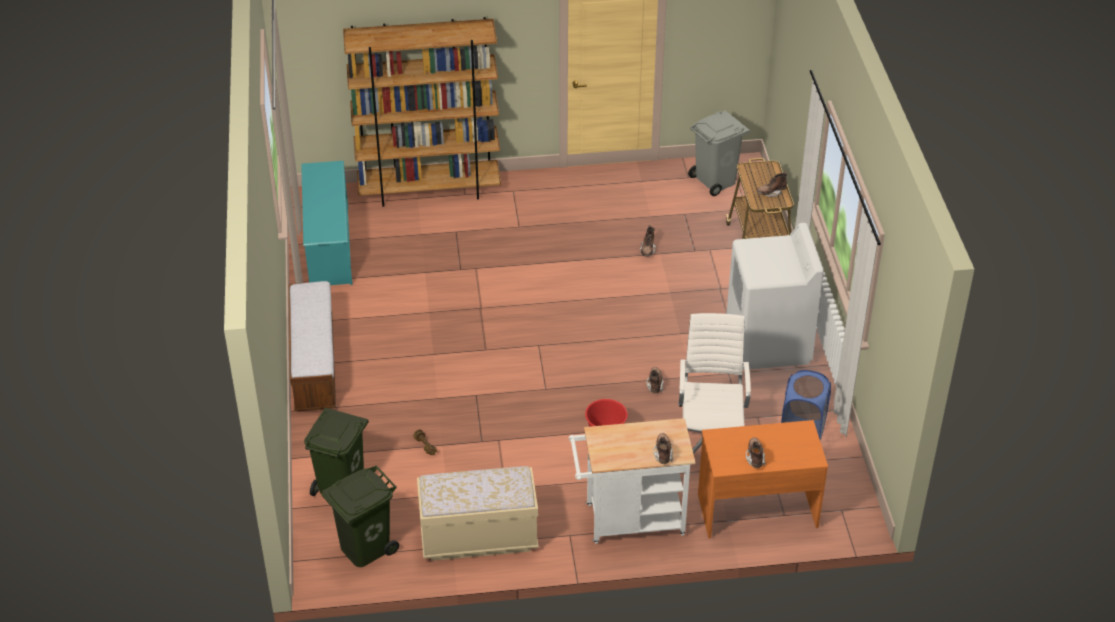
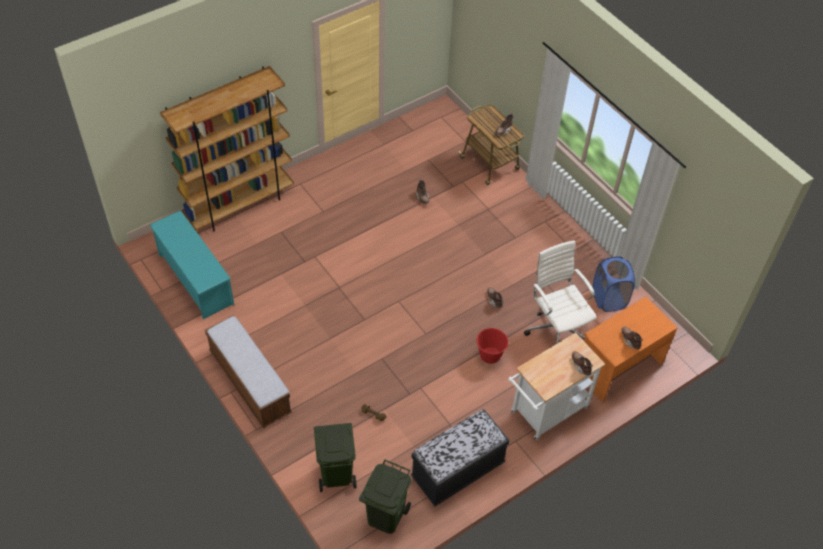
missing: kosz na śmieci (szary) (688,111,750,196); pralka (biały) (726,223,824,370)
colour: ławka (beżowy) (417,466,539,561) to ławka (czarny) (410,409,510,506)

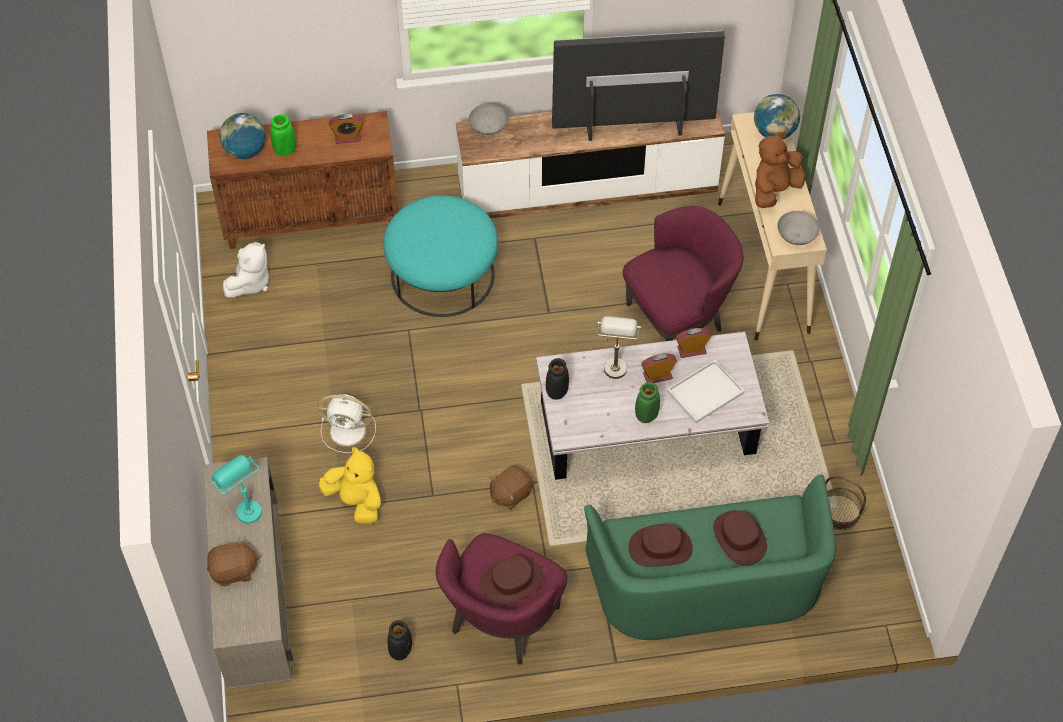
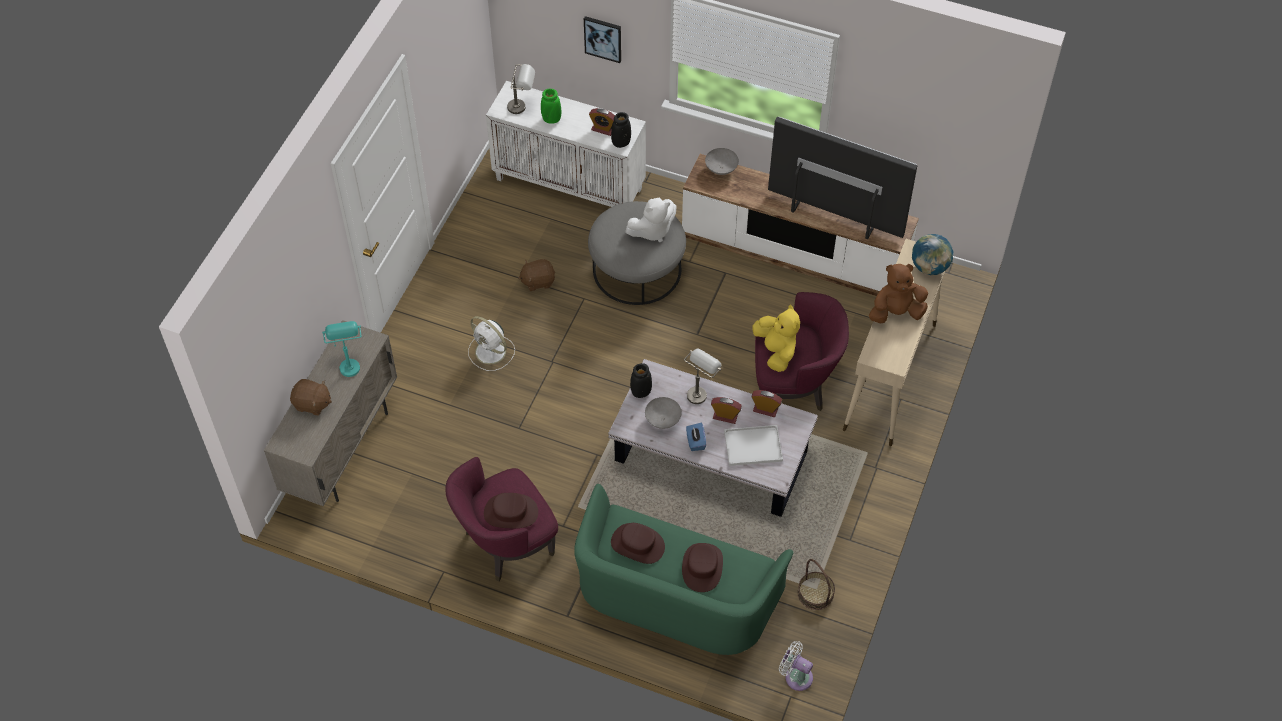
appeared: obraz (584,16,621,63); wentylator (biały) (779,641,813,691)
relocated: pluszak (biały) (223,242,269,298) to (625,198,676,242); pluszak (żółty) (319,447,381,524) to (752,304,800,372); wazon (czarny) (388,620,412,660) to (611,112,631,148); pluszak (brązowy) (489,465,533,510) to (518,259,555,291); miska (szary) (778,211,820,245) to (645,397,682,429)
exchanged: globus (219,113,266,159) to lampa stołowa (szary) (507,64,535,114); wazon (zielony) (635,382,660,423) to pudełko chusteczek (niebieski) (686,423,706,451)
colour: szafka (brązowy) (207,111,398,249) to szafka (biały) (486,81,646,207); pufa (turkusowy) (383,196,498,317) to pufa (szary) (588,201,686,305)

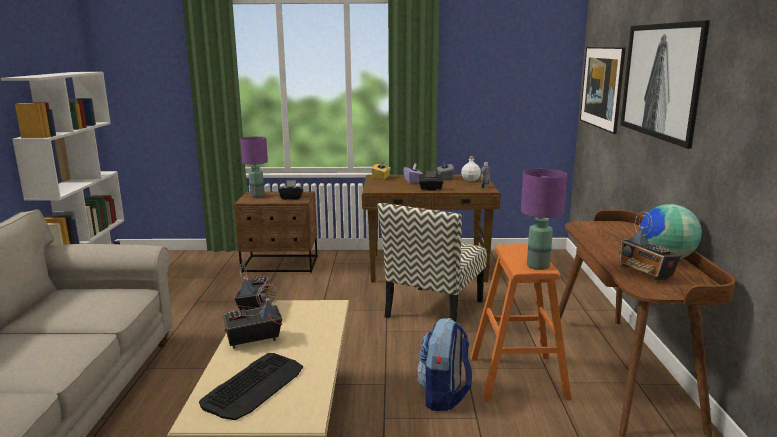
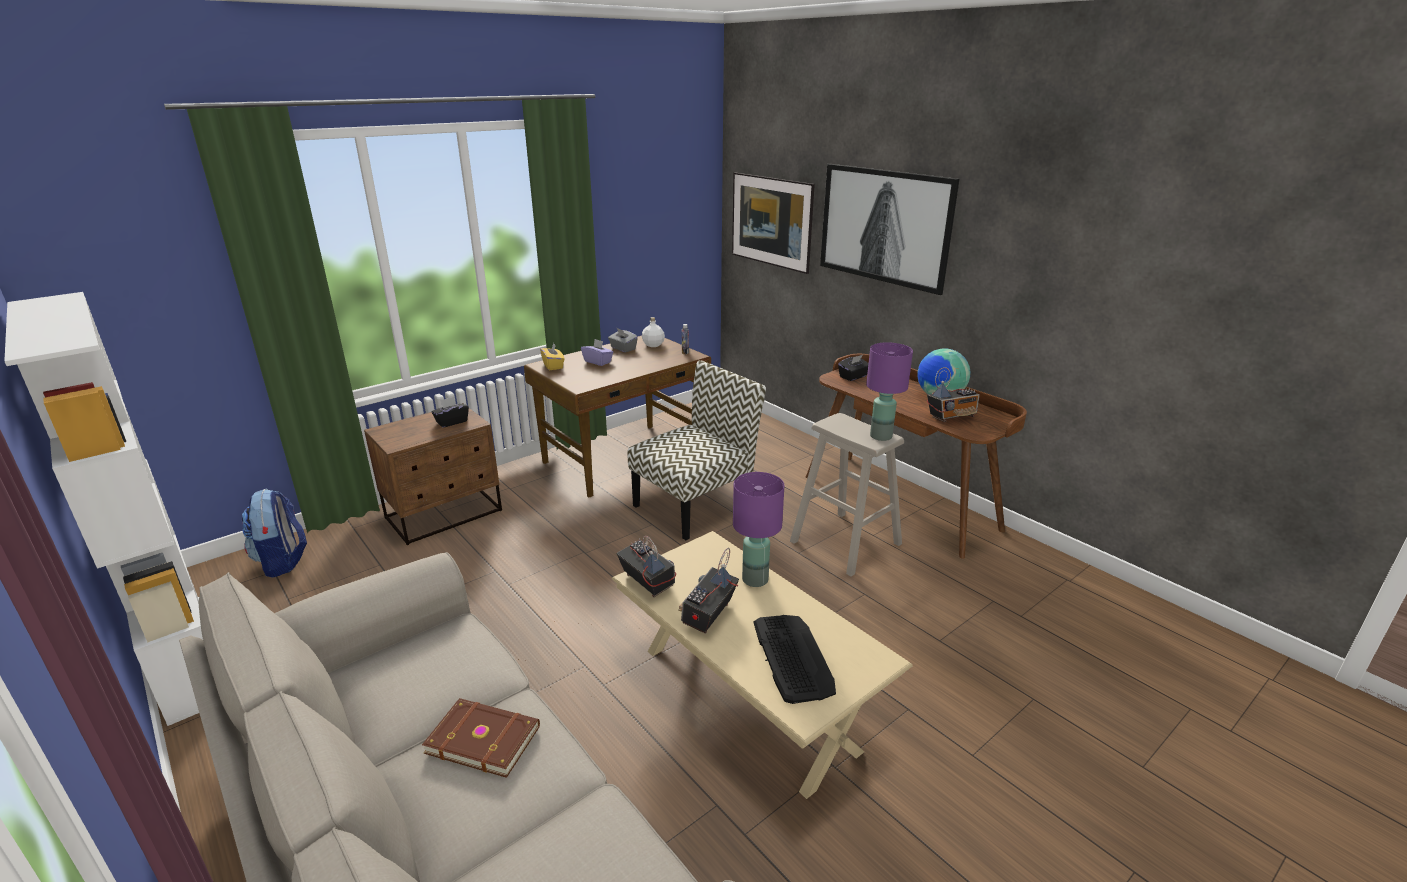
appeared: książka (brązowy) (422,698,540,778)
relocated: lampa stołowa (fioletowy) (240,137,268,197) to (733,472,784,587); plecak (416,318,472,411) to (242,488,307,578); pudełko chusteczek (czarny) (418,171,443,191) to (838,355,869,381)
colour: stołek (pomarańczowy) (470,244,571,402) to stołek (beżowy) (790,413,904,577)
spun: krzesło (377,203,487,322) = (627,360,766,540) 120 degrees counterclockwise; radio (619,211,681,280) = (927,367,980,422) 45 degrees counterclockwise

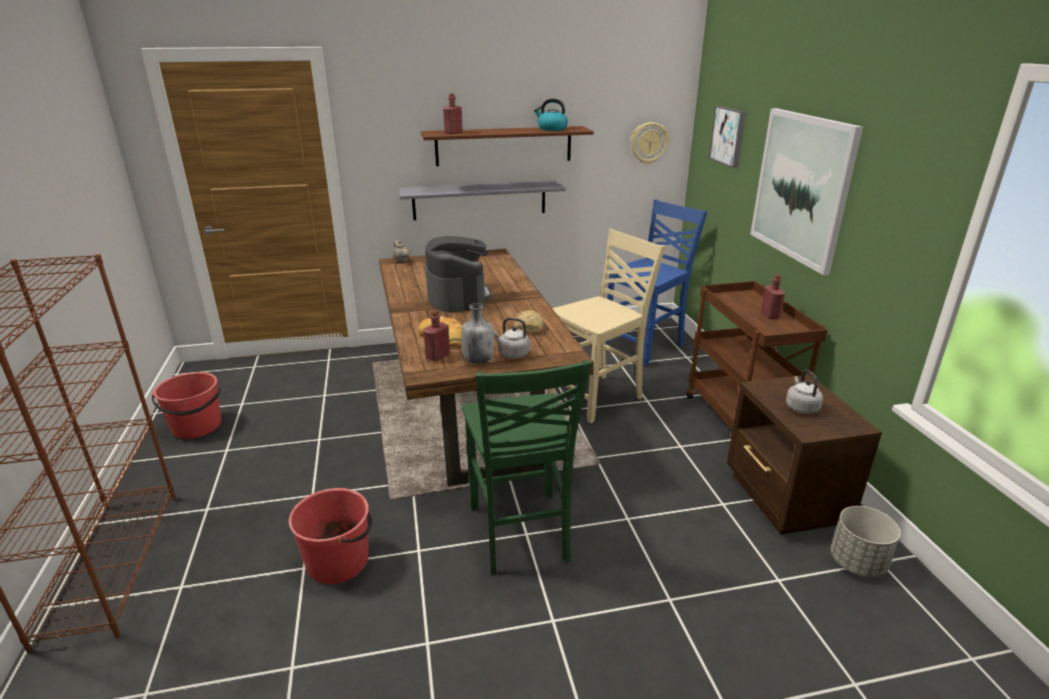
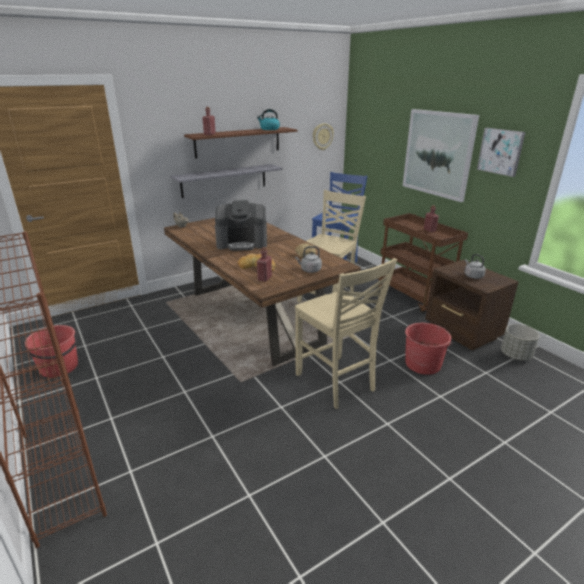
missing: butelka (szary) (461,303,494,364)
relocated: wiadro (czerwony) (289,488,372,584) to (405,323,453,375); obraz (709,106,746,168) to (477,128,525,177)
colour: krzesło (zielony) (462,360,591,575) to krzesło (beżowy) (295,258,397,409)
spun: ekspres do kawy (425,236,491,312) = (215,200,267,251) 120 degrees clockwise

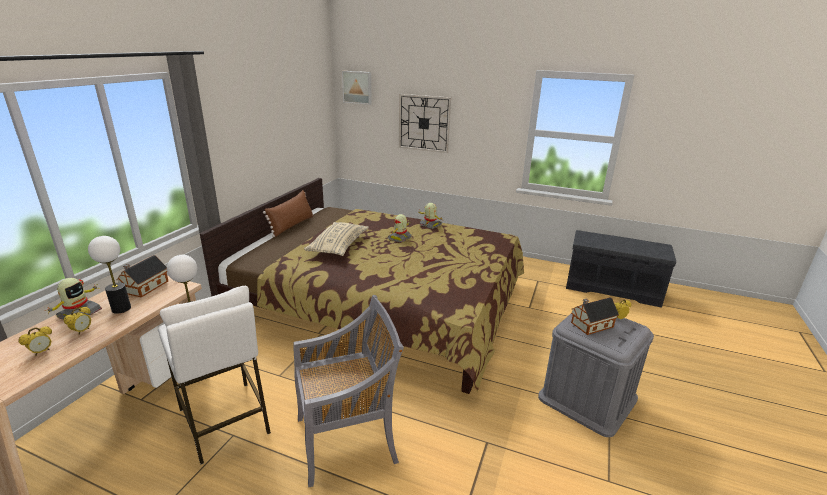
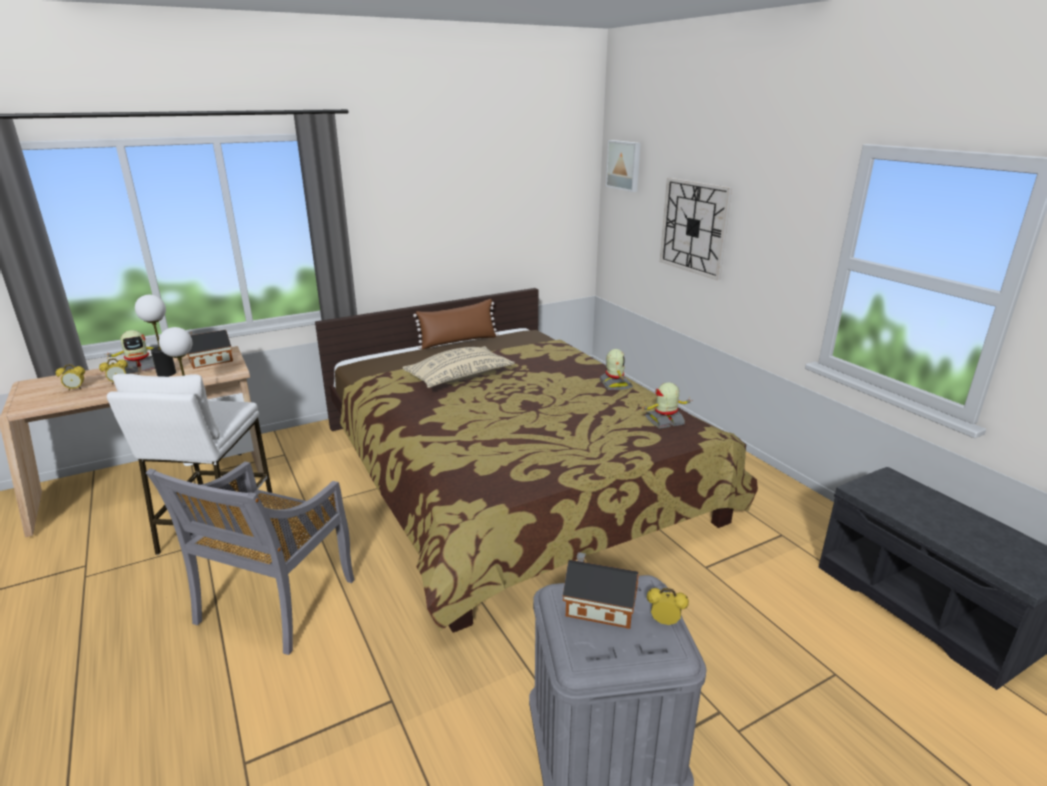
relocated: robot zabawkowy (387,214,412,243) to (642,382,693,429)
spun: krzesło (szary) (293,295,404,487) = (146,462,355,655) 90 degrees clockwise

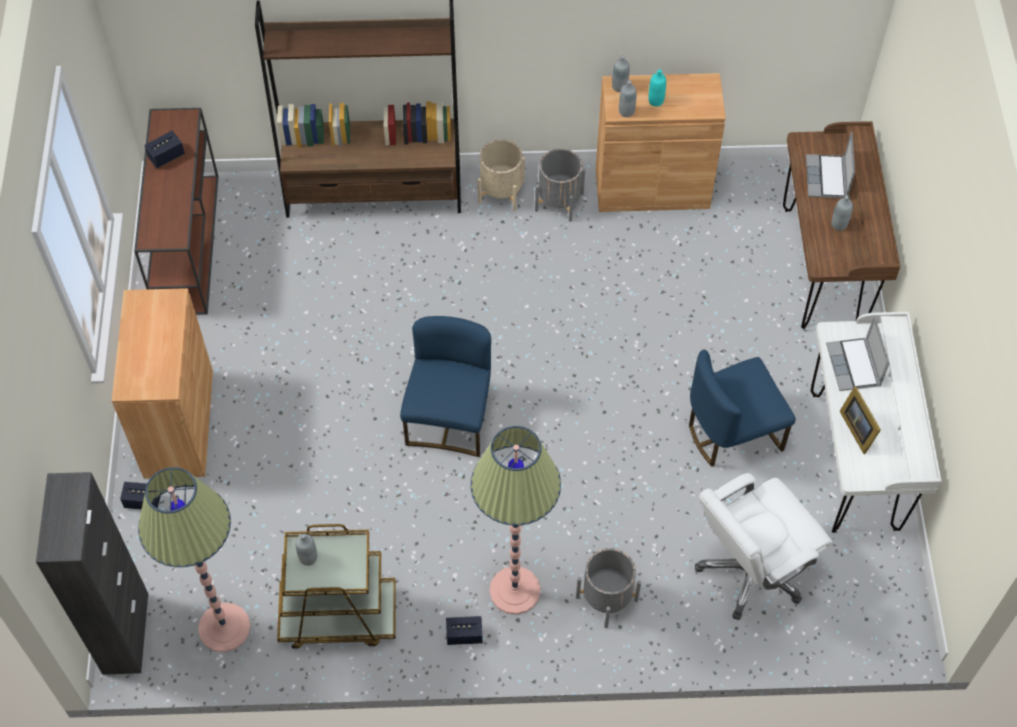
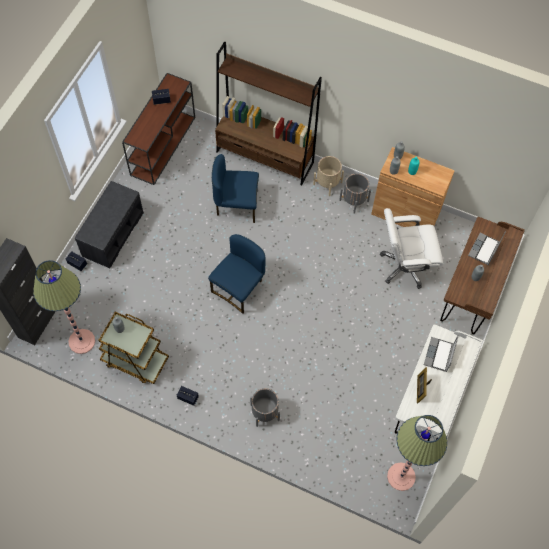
relocated: lampa stojąca (471,426,561,614) to (387,415,447,491); krzesło (niebieski) (689,350,796,467) to (212,154,259,223); krzesło biurowe (biały) (695,473,832,620) to (380,208,443,289)
exchanged: szafka (brązowy) (112,288,213,479) to ławka (szary) (75,181,144,268)

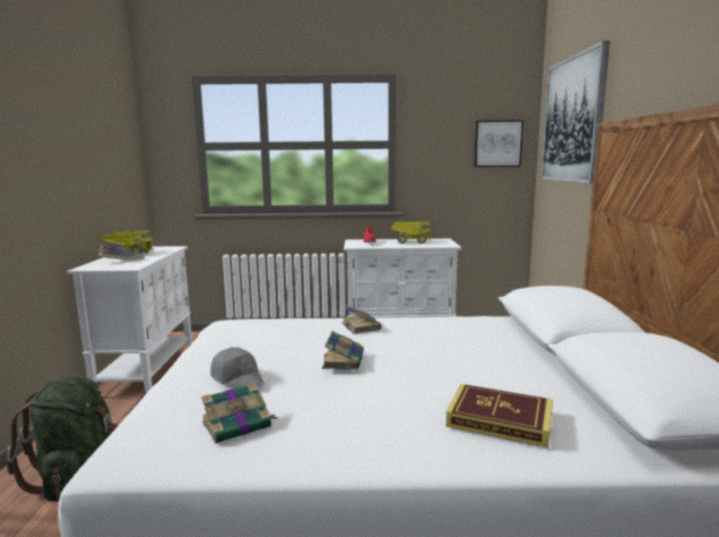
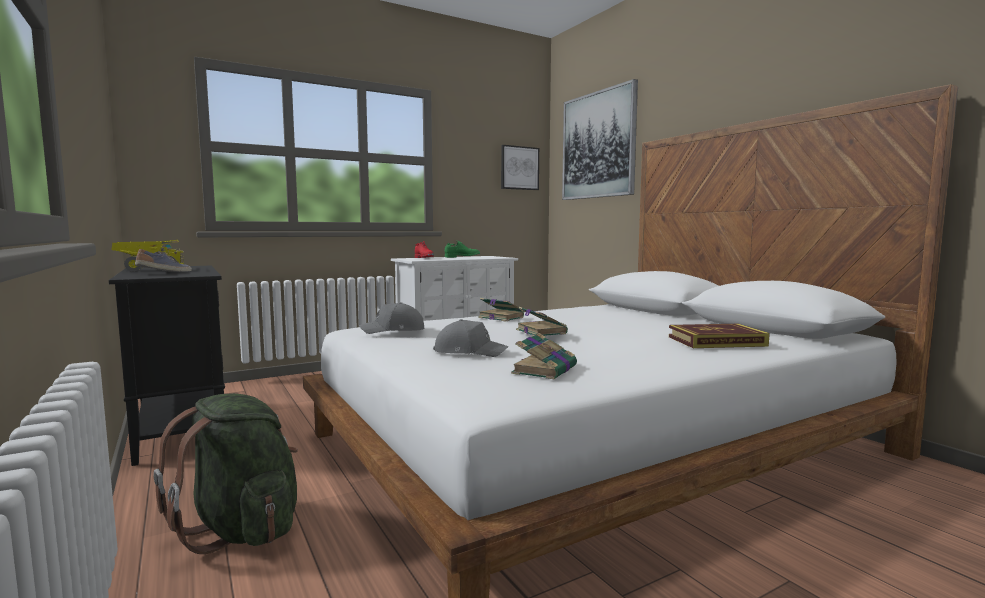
appeared: czapka z daszkiem (szary) (359,302,424,334)
exchanged: ciężarówka zabawkowa (391,222,431,244) to but (zielony) (445,241,480,258)
colour: szafka (biały) (67,246,192,393) to szafka (czarny) (109,266,225,466)

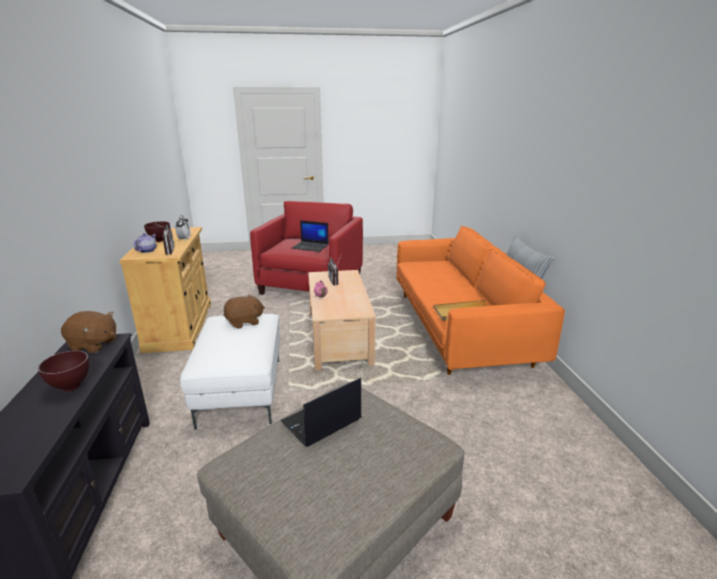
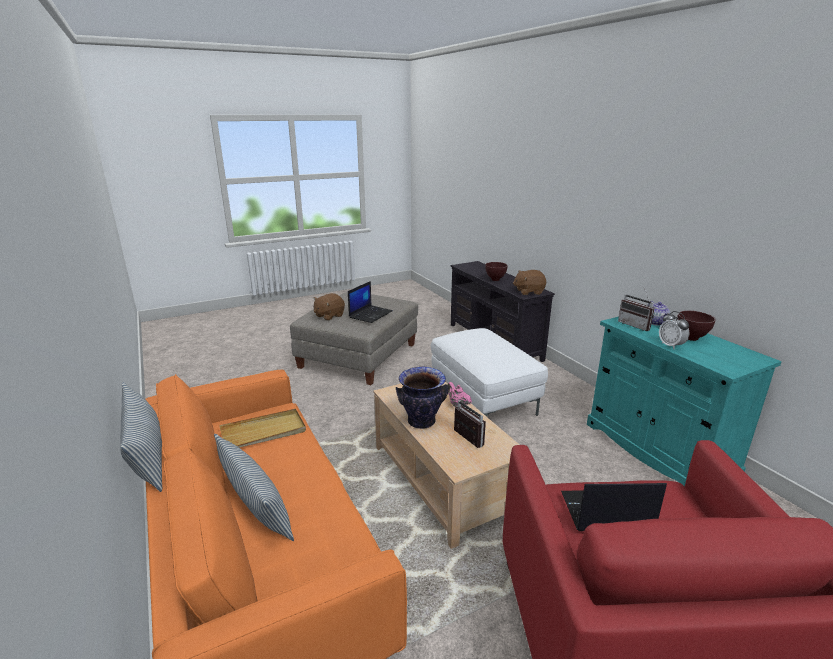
appeared: poduszka (214,434,294,541); wazon (396,366,449,429)
relocated: pluszak (brązowy) (224,294,265,329) to (313,293,345,321)
colour: szafka (beżowy) (119,227,211,353) to szafka (turkusowy) (587,317,782,486)

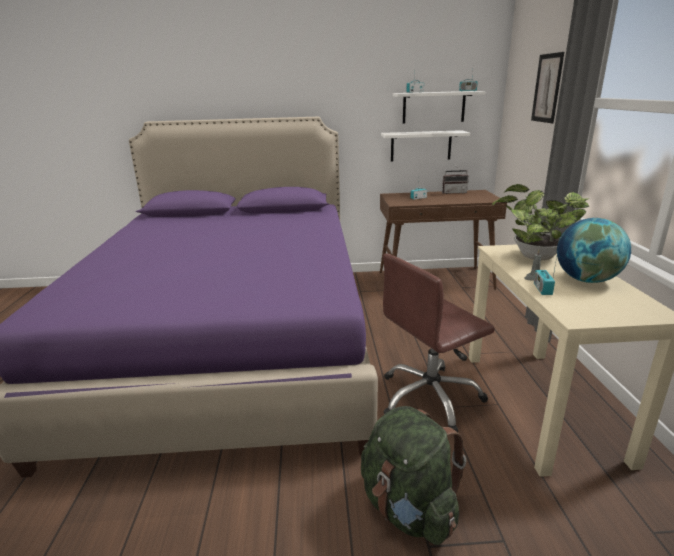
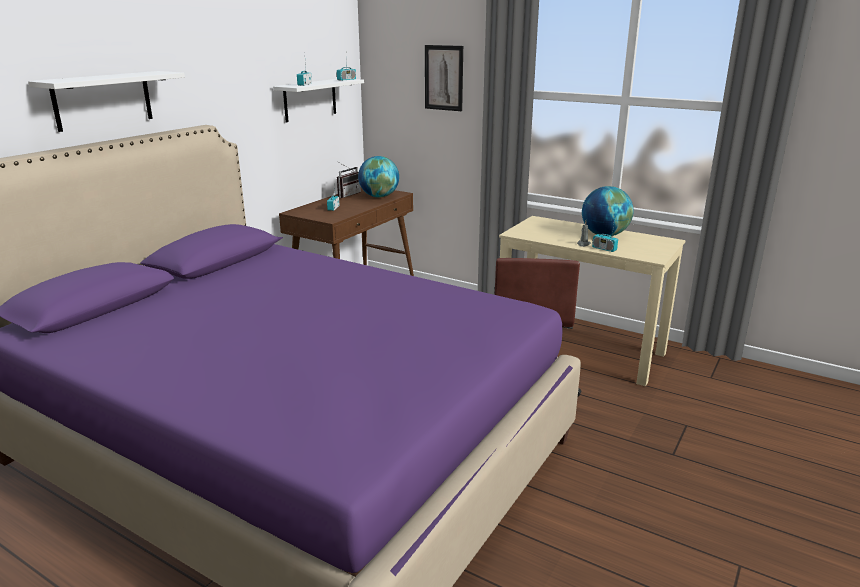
missing: plecak (zielony) (361,406,466,545); roślina doniczkowa (492,184,589,260)
appeared: globus (358,156,399,198)
relocated: półka (biały) (381,130,470,161) to (28,71,185,132)

